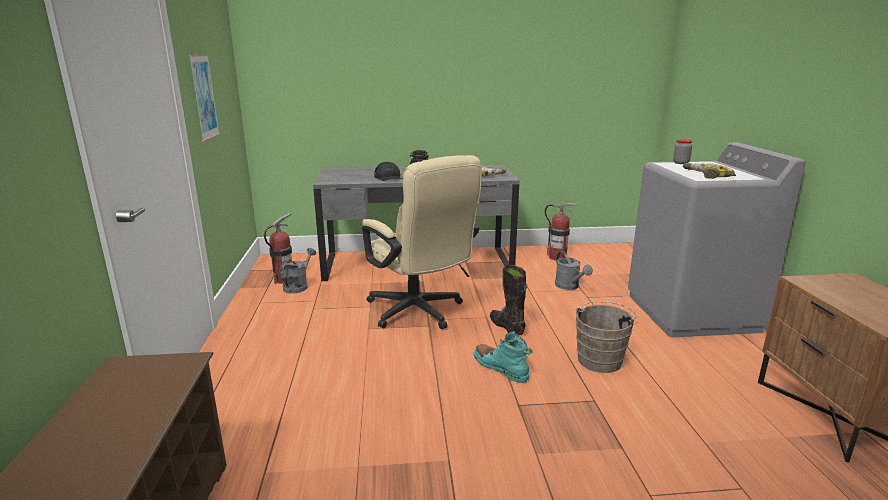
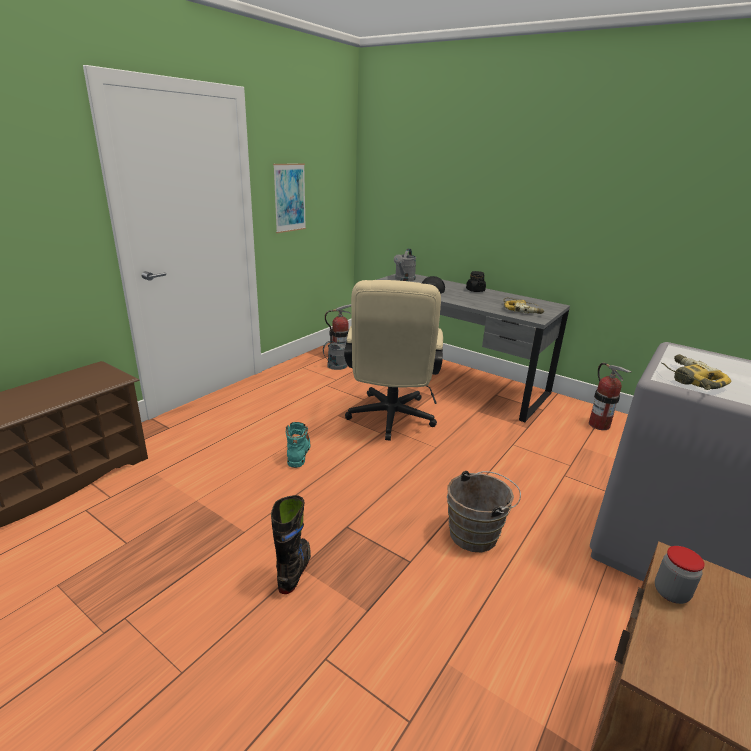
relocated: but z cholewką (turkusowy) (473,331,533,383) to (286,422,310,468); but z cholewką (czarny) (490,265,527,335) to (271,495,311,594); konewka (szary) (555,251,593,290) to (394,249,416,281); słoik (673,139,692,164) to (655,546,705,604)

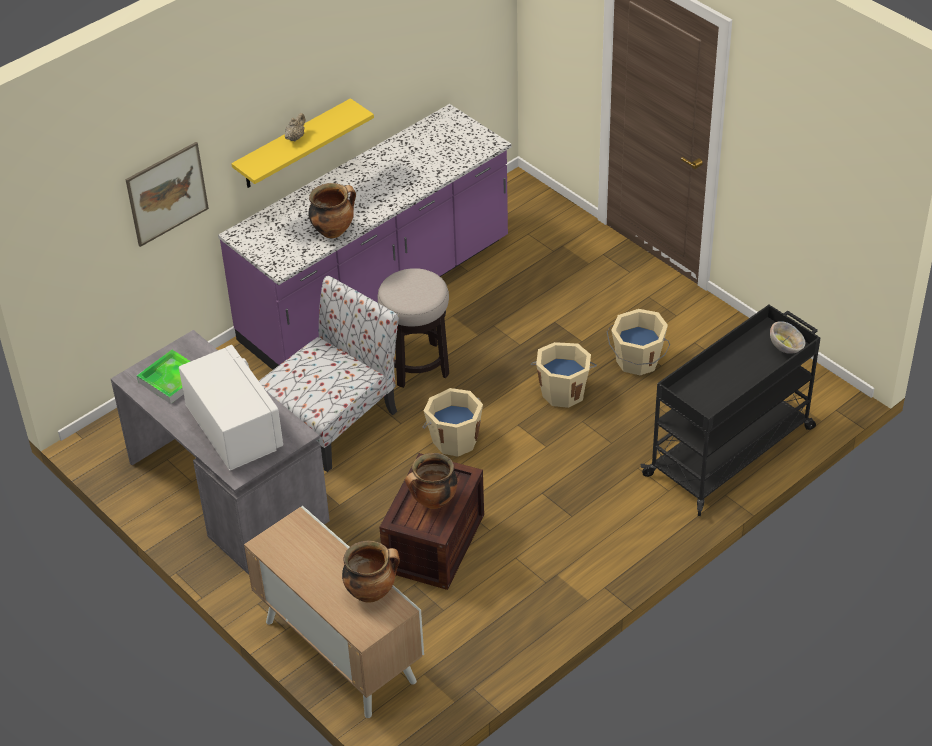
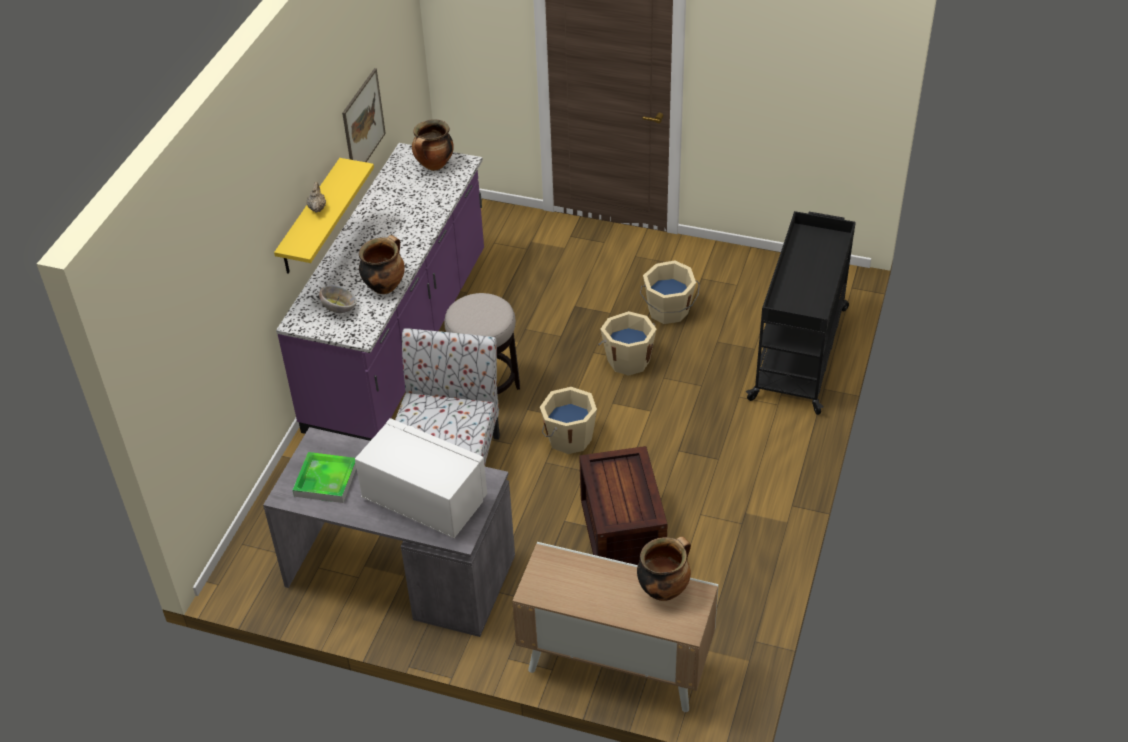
relocated: obraz (125,142,209,247) to (342,68,386,162); garnek (405,453,457,509) to (412,119,454,171); miska (770,321,805,353) to (319,285,357,313)

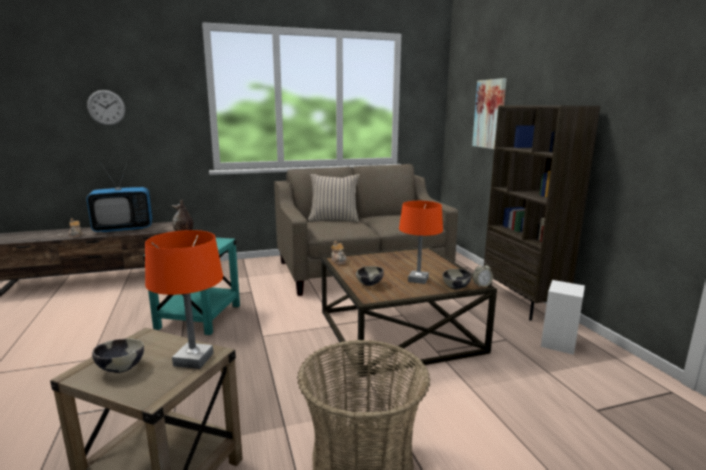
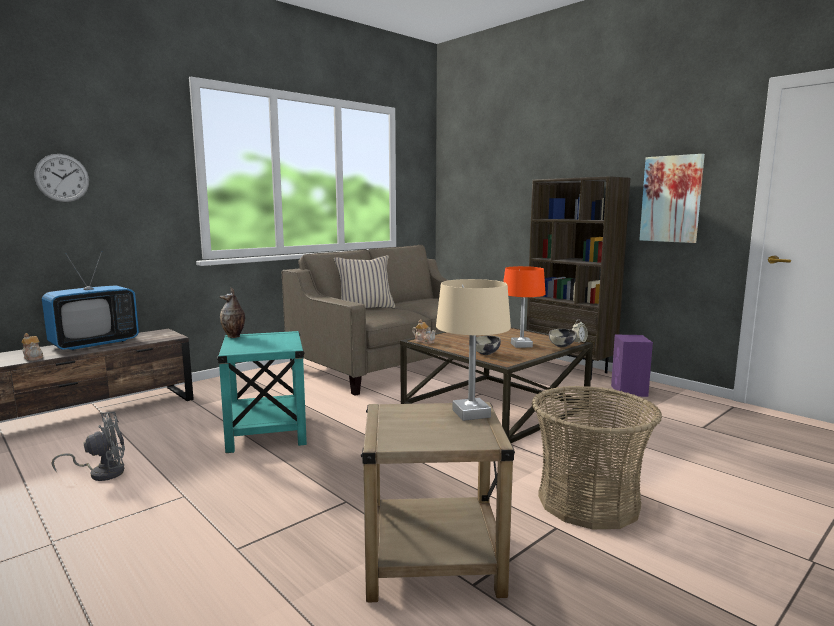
missing: miska (92,338,144,373)
appeared: wentylator (szary) (52,412,125,481)
relocated: obraz (472,78,507,149) to (639,154,705,243)
colour: lampa stołowa (pomarańczowy) (145,230,223,369) to lampa stołowa (beżowy) (436,279,511,421); głośnik (biały) (541,280,585,355) to głośnik (fioletowy) (611,335,653,397)

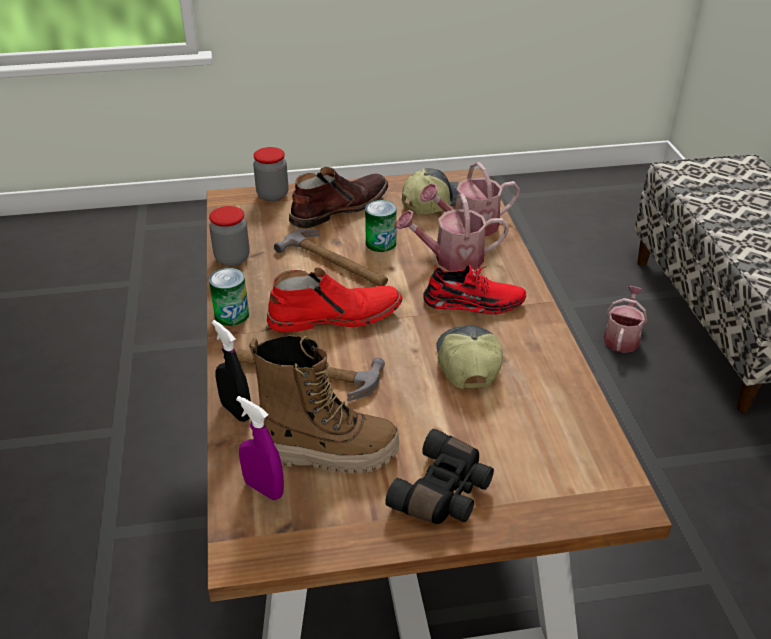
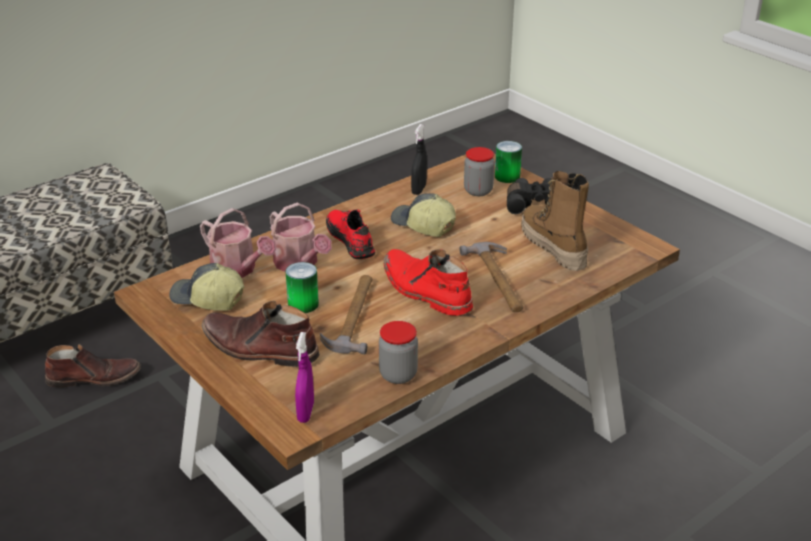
relocated: puszka (209,268,249,326) to (495,141,522,183); spryskiwacz (czarny) (212,320,251,422) to (411,124,427,195); spryskiwacz (fioletowy) (236,396,284,500) to (295,332,314,423); słoik (253,147,288,202) to (464,147,495,196)
exchanged: konewka (604,286,647,353) to but z cholewką (brązowy) (45,344,141,387)
spun: czapka z daszkiem (436,325,503,389) = (391,193,456,237) 75 degrees clockwise

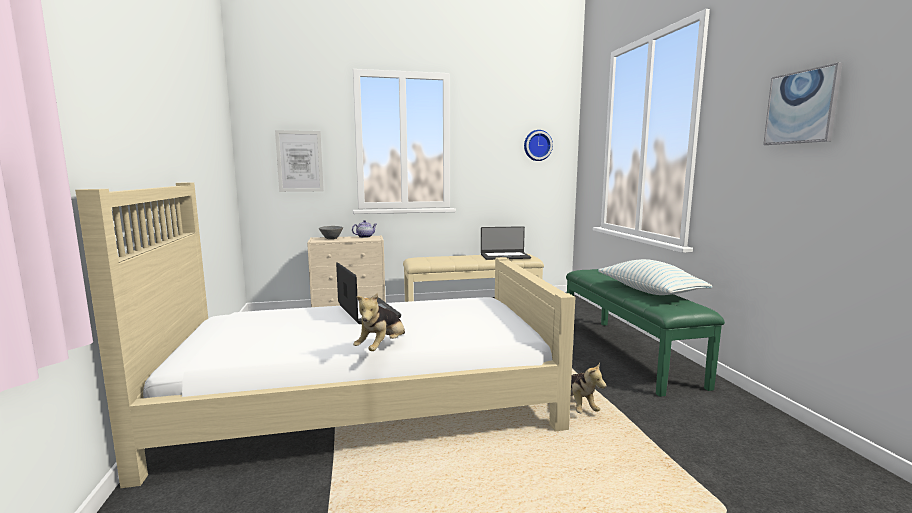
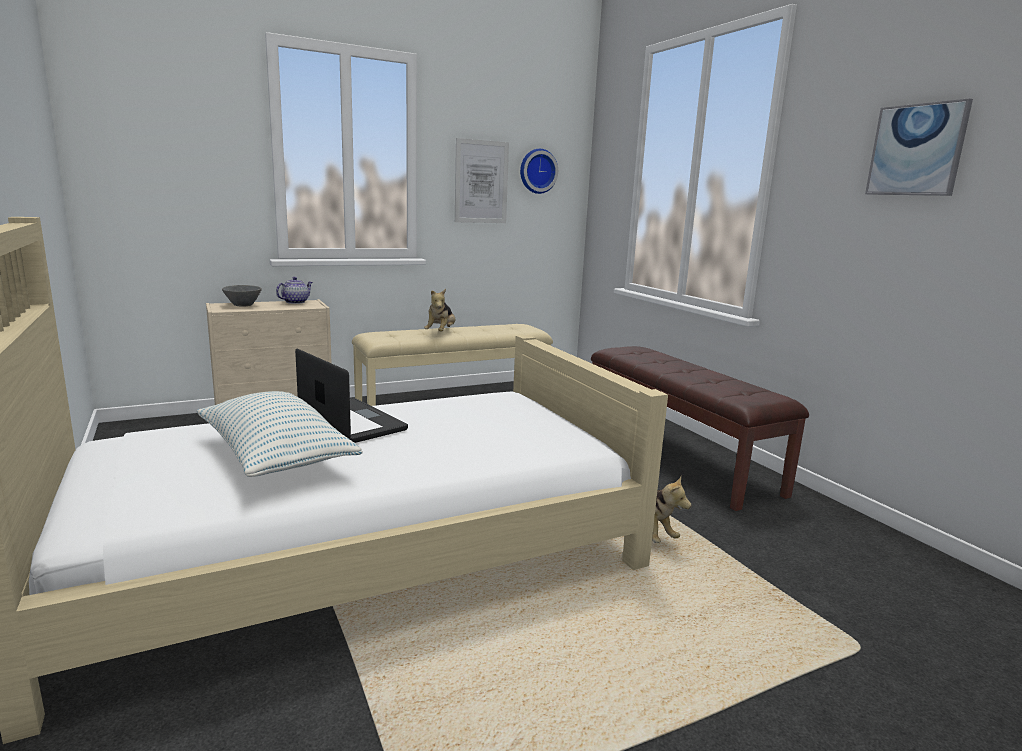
missing: laptop (481,226,531,260)
relocated: obraz (275,130,324,192) to (455,138,509,223); pluszak (353,293,405,351) to (424,289,455,331); poduszka (598,259,712,295) to (197,391,363,477)
colour: ławka (zielony) (566,269,725,397) to ławka (brązowy) (591,346,809,511)

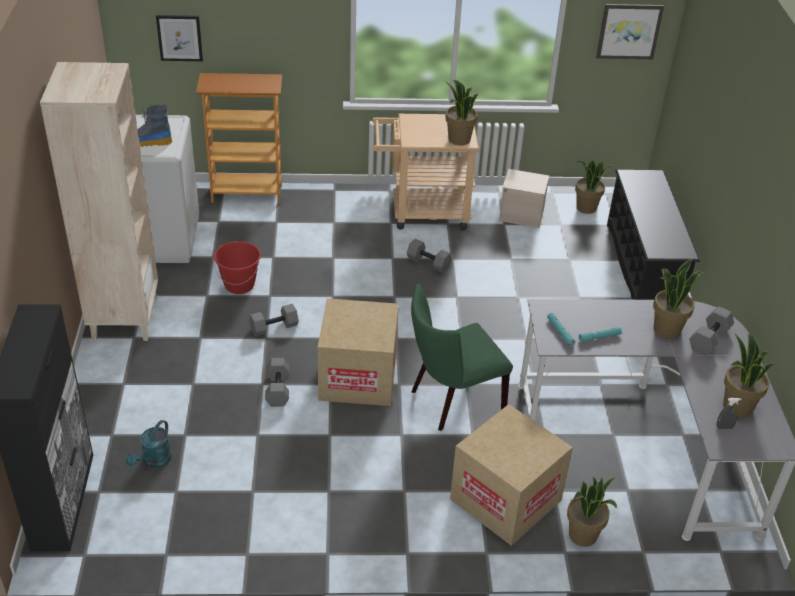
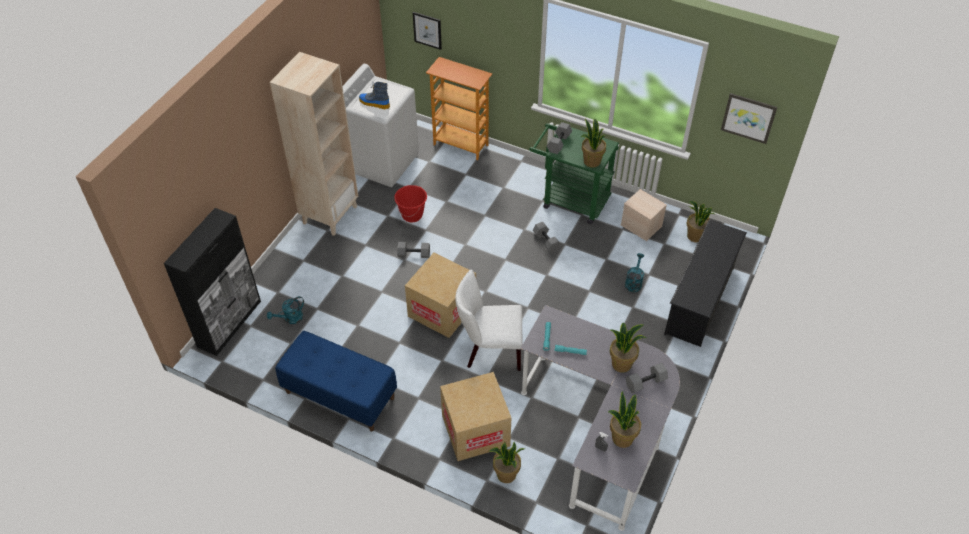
appeared: ławka (niebieski) (275,331,397,432); konewka (turkusowy) (625,253,644,292)
relocated: hantel (szary) (265,358,289,407) to (547,122,572,154)
colour: wózek (beżowy) (372,114,480,230) to wózek (zielony) (529,123,619,224); krzesło (zielony) (411,283,513,431) to krzesło (biały) (455,269,522,371)

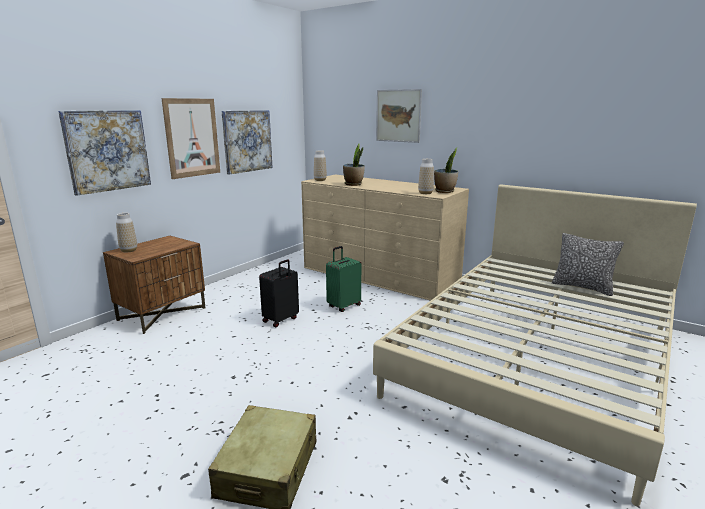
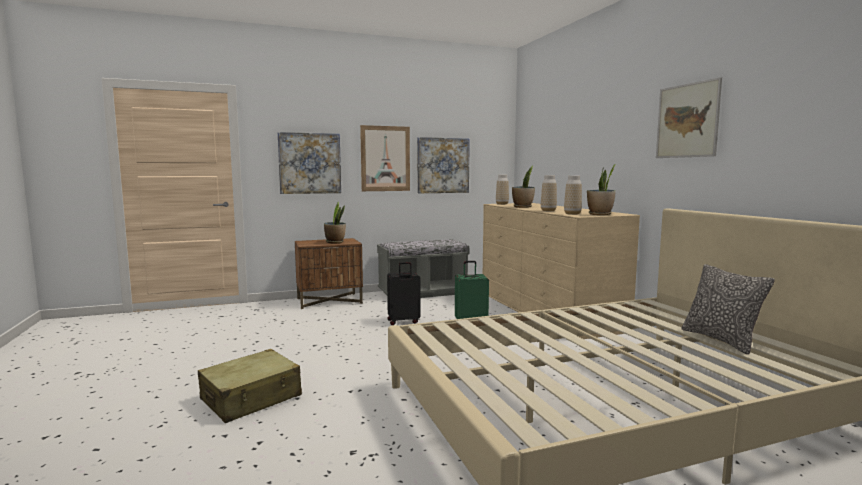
appeared: roślina doniczkowa (324,202,346,243); ławka (szary) (377,239,469,298)
relocated: wazon (116,213,137,253) to (541,175,557,211); obraz (376,89,422,143) to (656,77,722,158)

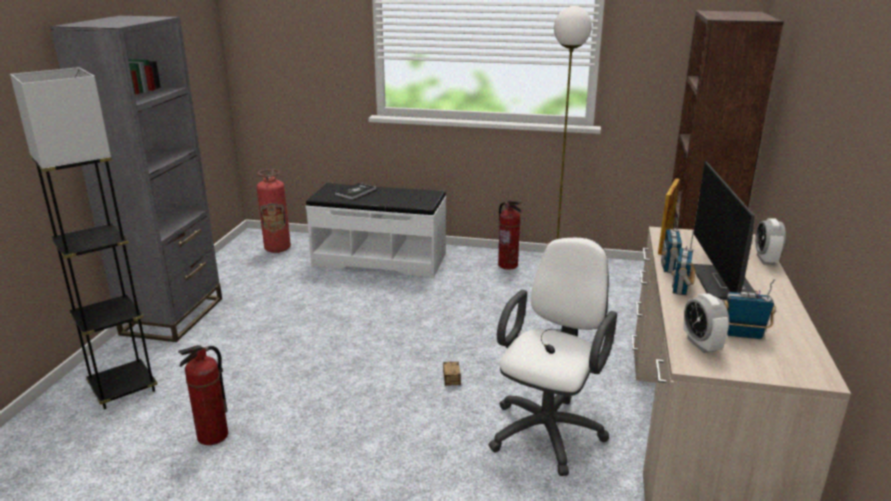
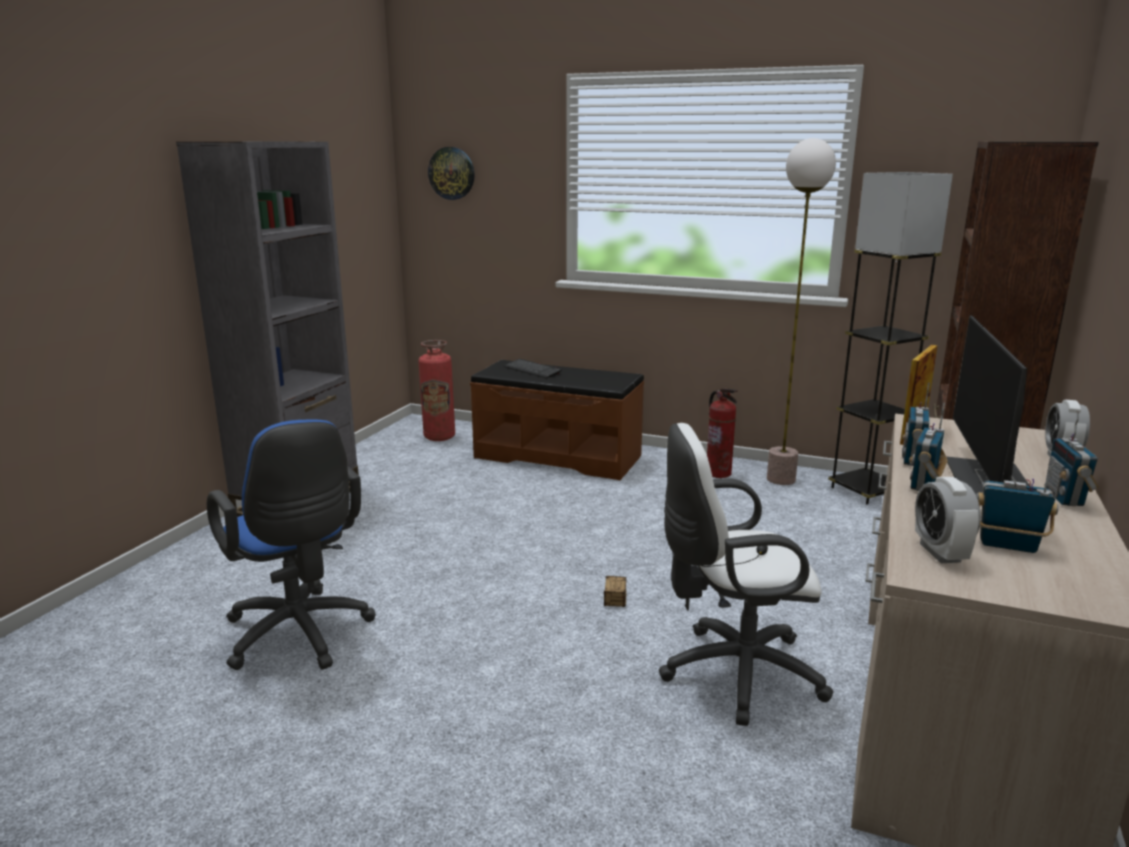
appeared: zegar ścienny (428,147,475,200); radio (1046,411,1099,506)
relocated: lampa stojąca (szary) (10,67,157,409) to (828,172,953,505)
exchanged: gaśnica (178,345,228,445) to krzesło biurowe (niebieski) (207,419,376,670); książka (335,183,376,200) to klawiatura (504,359,562,378)
colour: ławka (biały) (305,183,446,278) to ławka (brązowy) (470,360,644,480)
spun: krzesło biurowe (biały) (489,238,617,476) = (659,423,833,726) 135 degrees counterclockwise

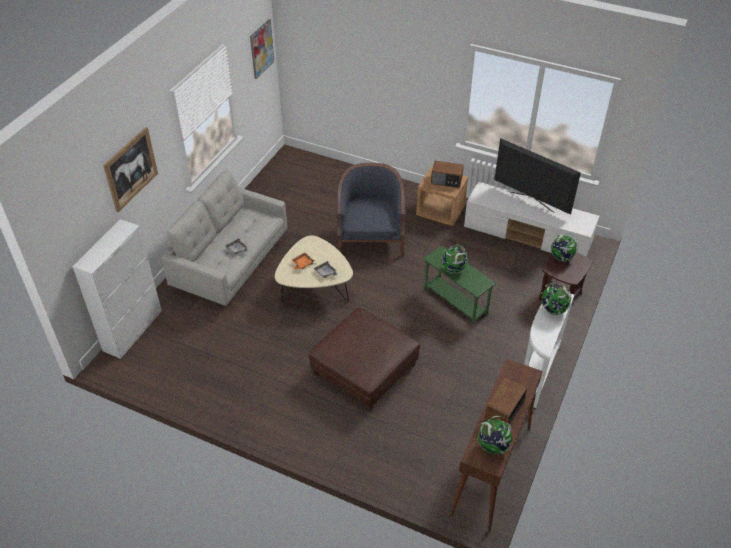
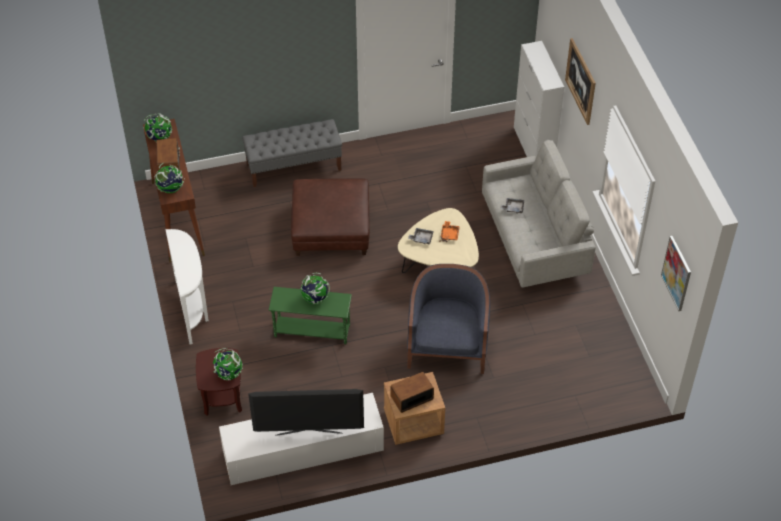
appeared: ławka (szary) (242,119,342,188)
relocated: globus (541,283,572,315) to (155,163,185,193)
spun: fotel (niebieski) (337,163,406,257) = (407,264,490,374) 135 degrees counterclockwise

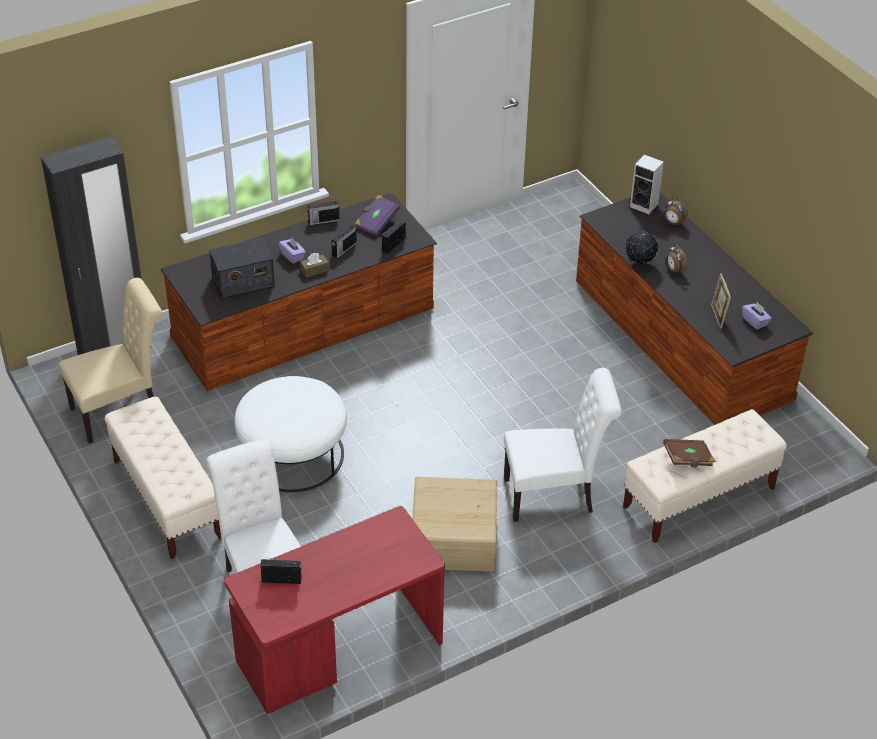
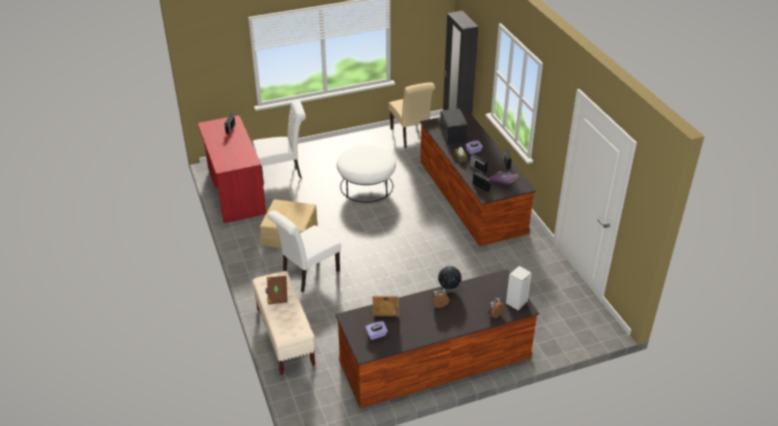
missing: ławka (beżowy) (105,396,221,559)
spun: krzesło (biały) (504,368,622,522) = (267,210,341,292) 45 degrees clockwise

